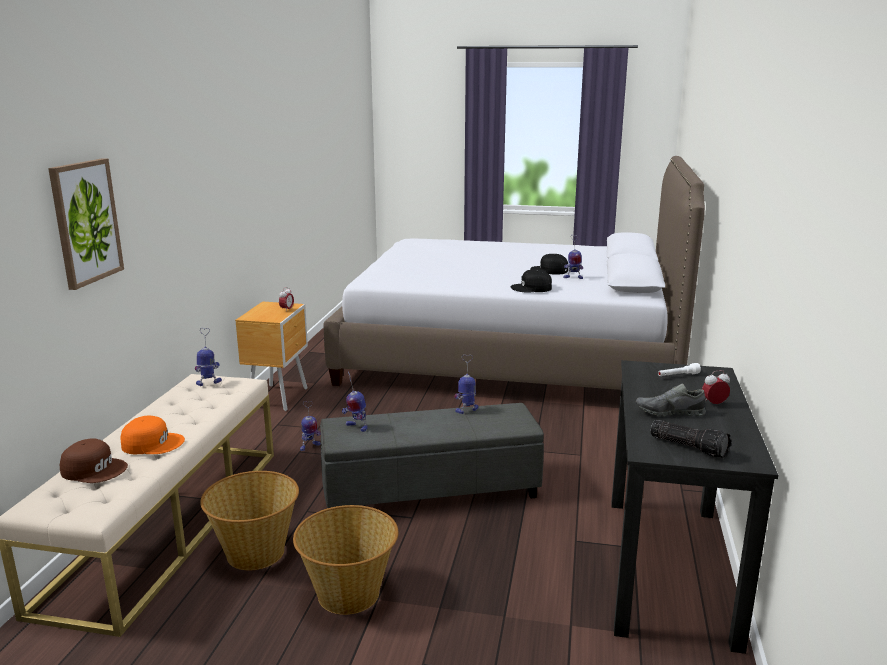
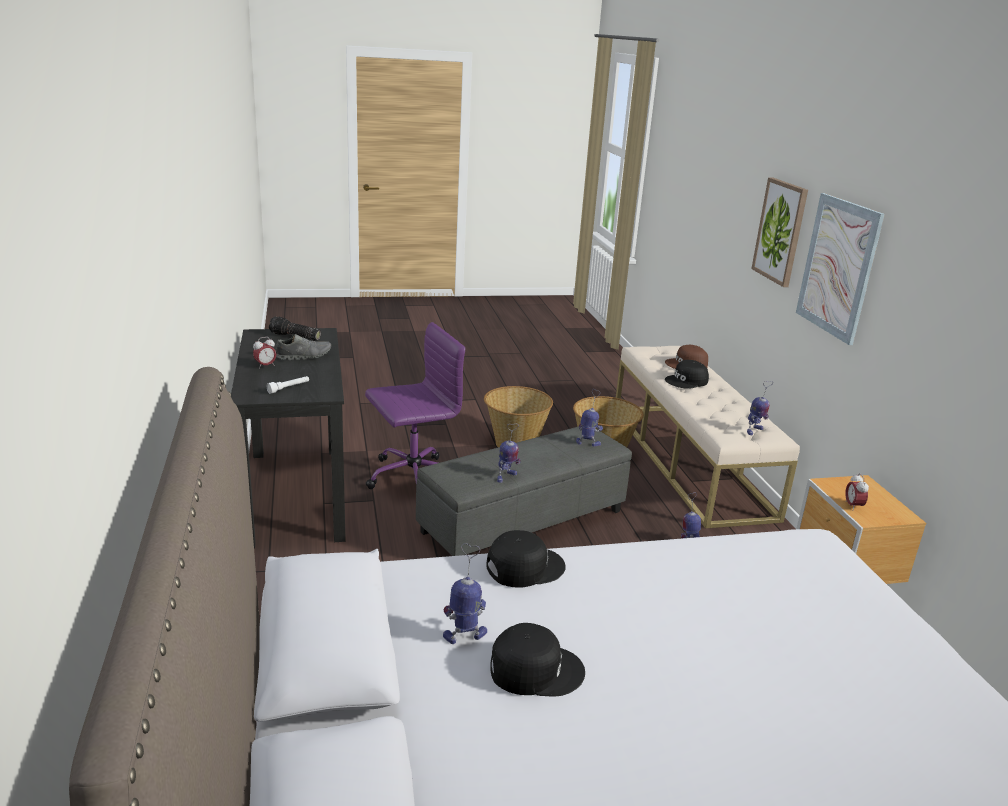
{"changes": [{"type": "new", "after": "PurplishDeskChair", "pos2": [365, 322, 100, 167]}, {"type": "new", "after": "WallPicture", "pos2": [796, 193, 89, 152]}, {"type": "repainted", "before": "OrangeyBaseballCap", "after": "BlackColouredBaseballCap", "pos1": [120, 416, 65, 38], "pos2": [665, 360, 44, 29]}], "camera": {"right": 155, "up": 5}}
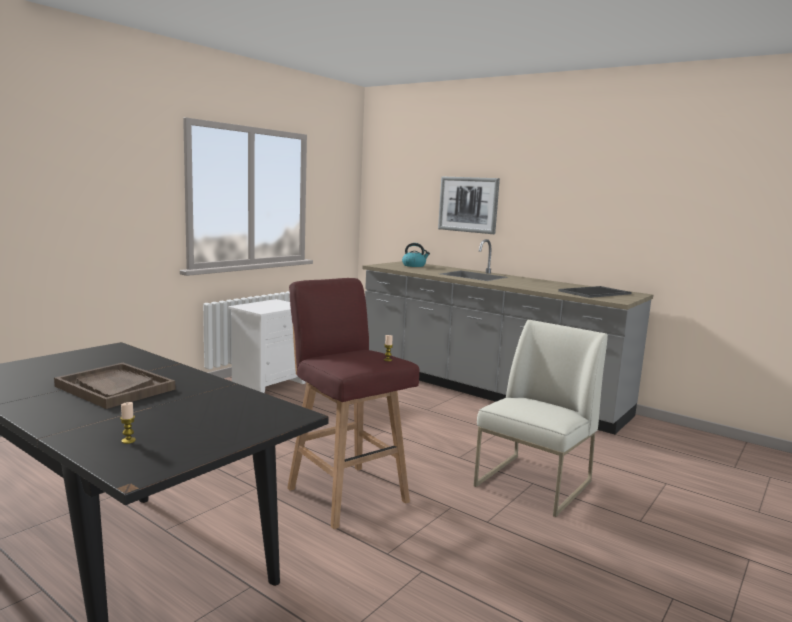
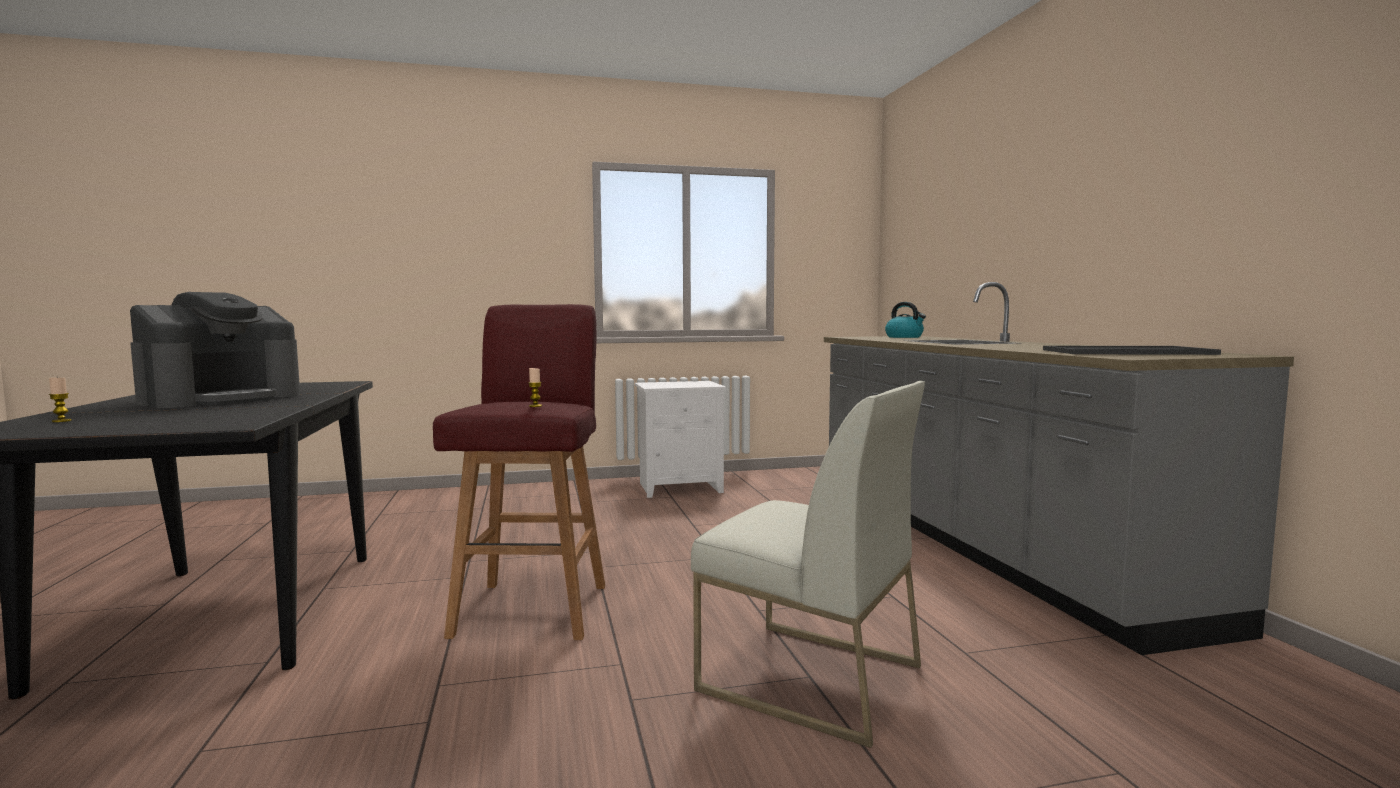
{"changes": [{"type": "gone", "before": "WallPicture", "pos1": [438, 176, 62, 58]}, {"type": "swapped", "before": "BrownServingTray", "after": "CoffeeMaker", "pos1": [54, 363, 121, 46], "pos2": [130, 292, 170, 116]}, {"type": "rotated", "before": "WhiteChair", "pos1": [473, 320, 135, 197], "pos2": [691, 381, 234, 367], "turn": 45}], "camera": {"right": 40, "up": -5}}
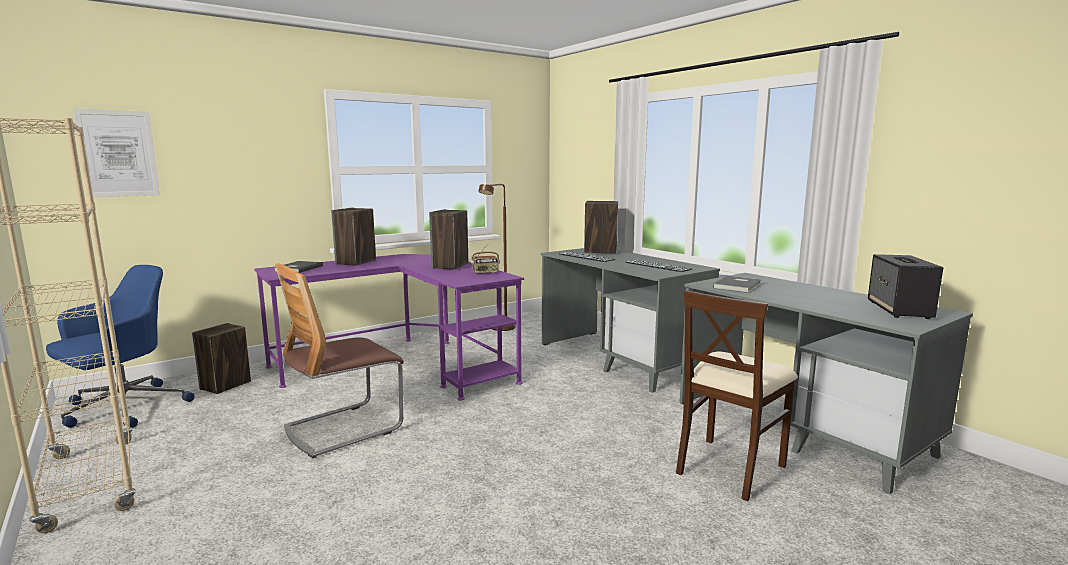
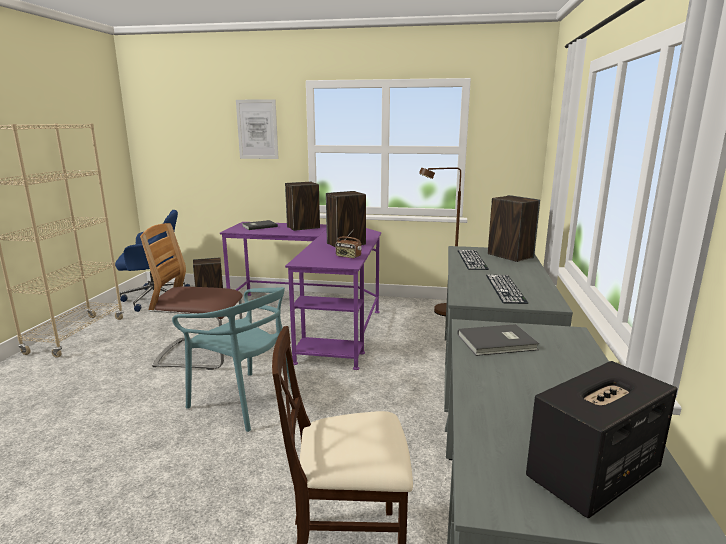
{"changes": [{"type": "new", "after": "TurquoiseChair", "pos2": [172, 287, 120, 145]}, {"type": "shifted", "before": "WallPicture", "pos1": [73, 109, 87, 88], "pos2": [236, 99, 43, 60]}], "camera": {"right": 45, "up": 5}}
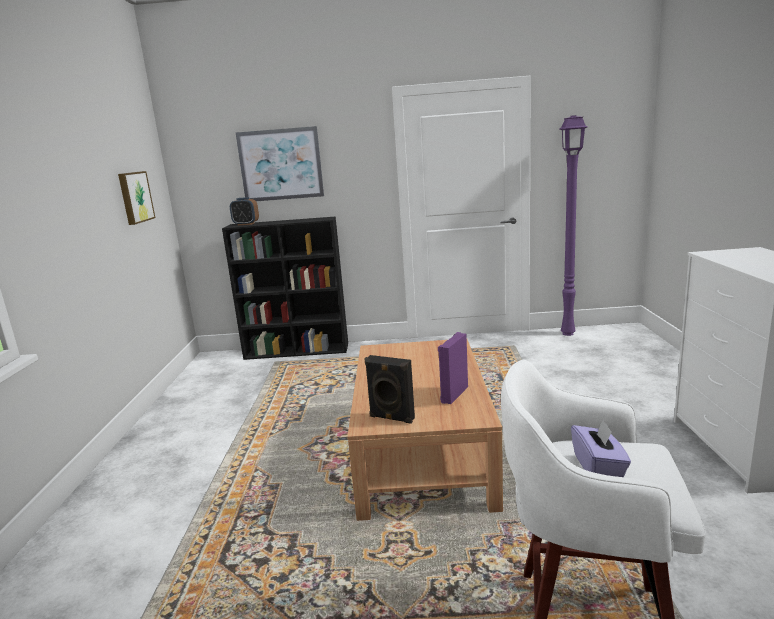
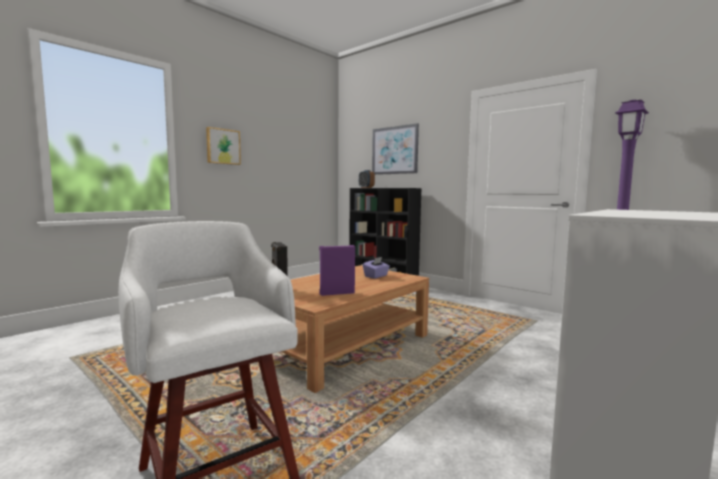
{"changes": [{"type": "shifted", "before": "WallPicture", "pos1": [118, 171, 37, 54], "pos2": [206, 127, 35, 38]}, {"type": "shifted", "before": "PurplishBoxOfTissues", "pos1": [571, 420, 60, 57], "pos2": [363, 257, 27, 22]}], "camera": {"right": 40, "up": -10}}
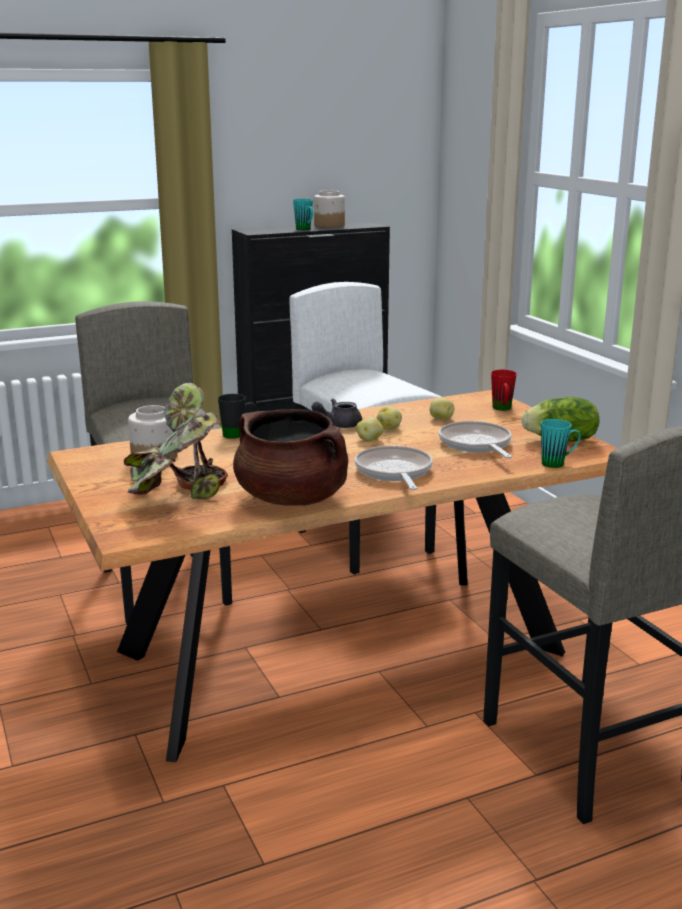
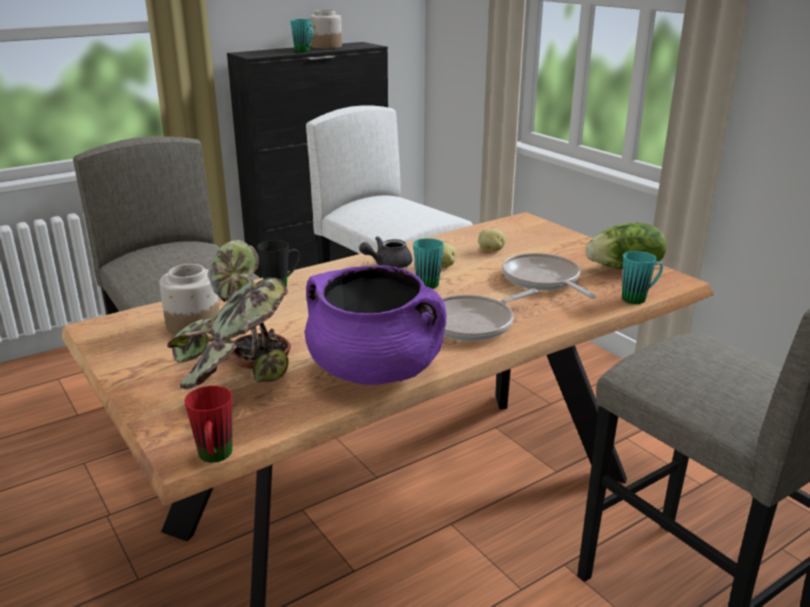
{"changes": [{"type": "shifted", "before": "ReddishCoffeeMug", "pos1": [491, 370, 26, 41], "pos2": [184, 386, 48, 76]}, {"type": "swapped", "before": "Spud", "after": "TurquoiseCoffeeMug", "pos1": [356, 417, 28, 24], "pos2": [413, 238, 31, 51]}, {"type": "repainted", "before": "BrownStockpot", "after": "PurplishStockpot", "pos1": [233, 409, 115, 97], "pos2": [305, 265, 141, 120]}, {"type": "rotated", "before": "Pan", "pos1": [354, 446, 79, 44], "pos2": [442, 289, 96, 52], "turn": -105}], "camera": {"right": -10, "up": 5}}
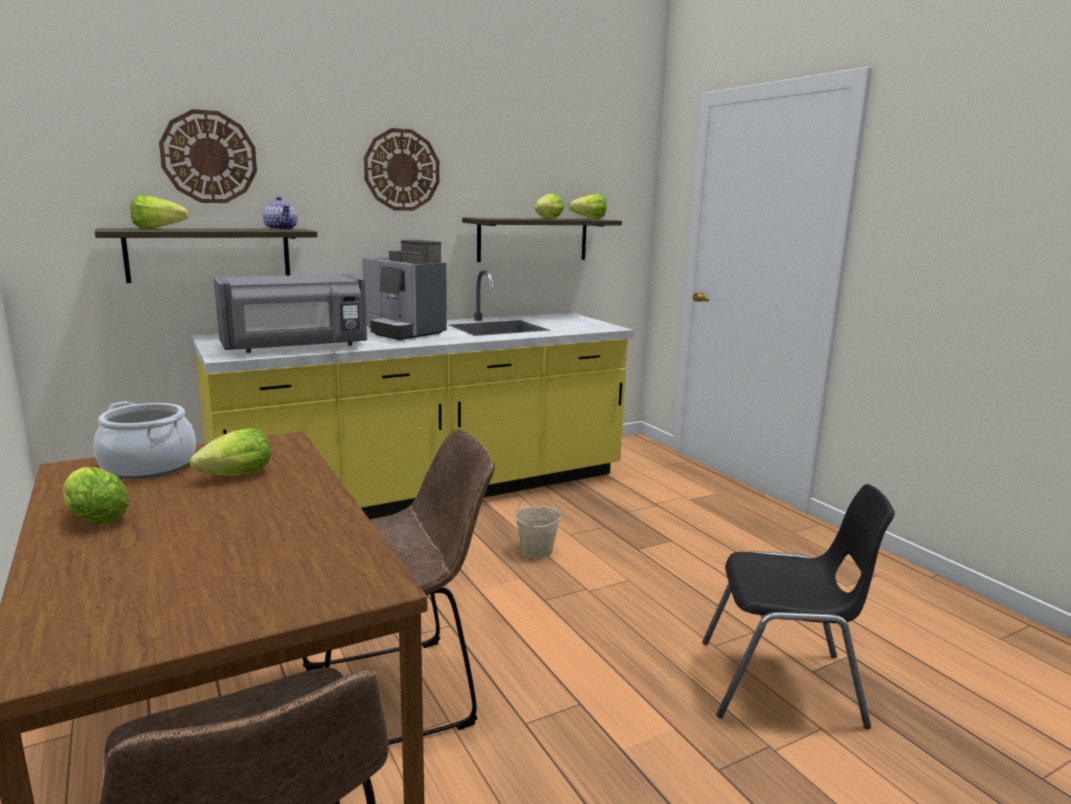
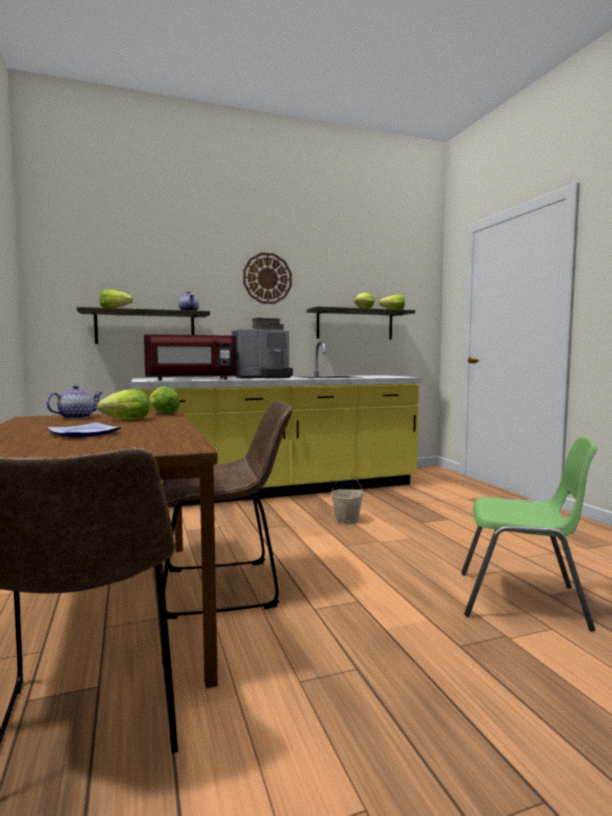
{"changes": [{"type": "gone", "before": "WallClock", "pos1": [159, 109, 98, 94]}, {"type": "new", "after": "FlatDish", "pos2": [47, 422, 74, 15]}, {"type": "shifted", "before": "Lettuce", "pos1": [63, 467, 66, 58], "pos2": [150, 386, 30, 29]}, {"type": "swapped", "before": "Stockpot", "after": "TeaPot", "pos1": [94, 401, 102, 78], "pos2": [46, 385, 56, 34]}, {"type": "repainted", "before": "GreyishMicrowaveOven", "after": "ReddishMicrowaveOven", "pos1": [214, 274, 153, 79], "pos2": [144, 334, 93, 46]}, {"type": "repainted", "before": "BlackColouredChair", "after": "GreenishChair", "pos1": [702, 484, 193, 245], "pos2": [461, 437, 137, 195]}, {"type": "rotated", "before": "CoffeeMaker", "pos1": [362, 239, 85, 101], "pos2": [232, 318, 61, 60], "turn": -75}], "camera": {"right": 10, "up": -10}}
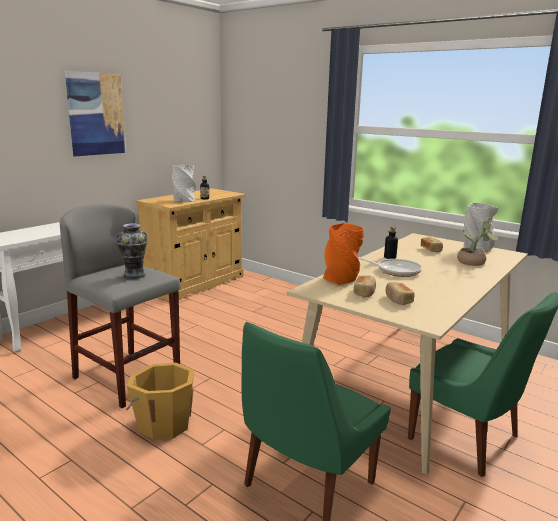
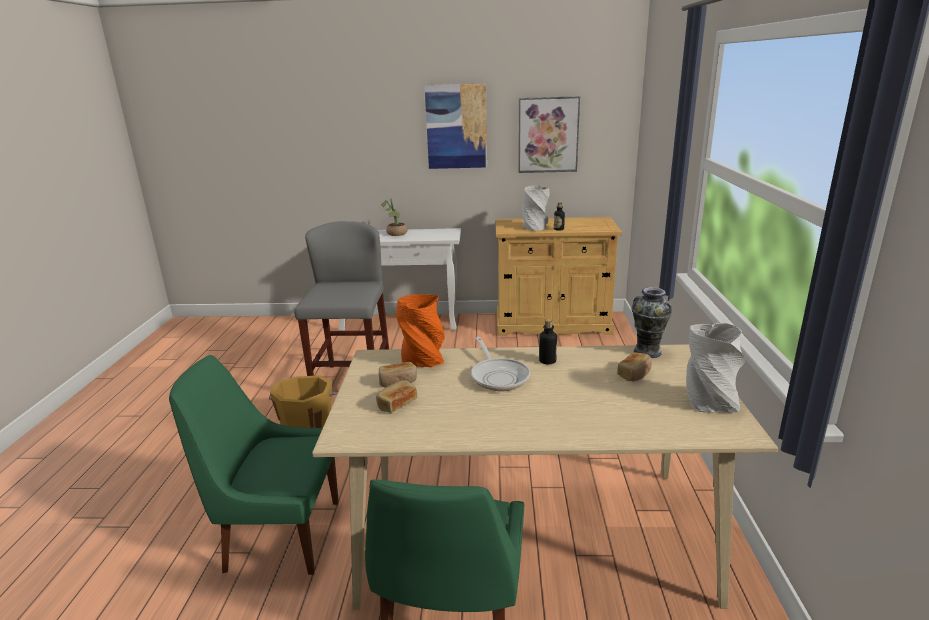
{"changes": [{"type": "new", "after": "WallPicture", "pos2": [518, 96, 62, 77]}, {"type": "shifted", "before": "DecorativeVase", "pos1": [116, 223, 32, 56], "pos2": [632, 287, 40, 71]}, {"type": "shifted", "before": "PlantInAPot", "pos1": [457, 217, 42, 49], "pos2": [381, 198, 27, 38]}], "camera": {"right": 55, "up": 5}}
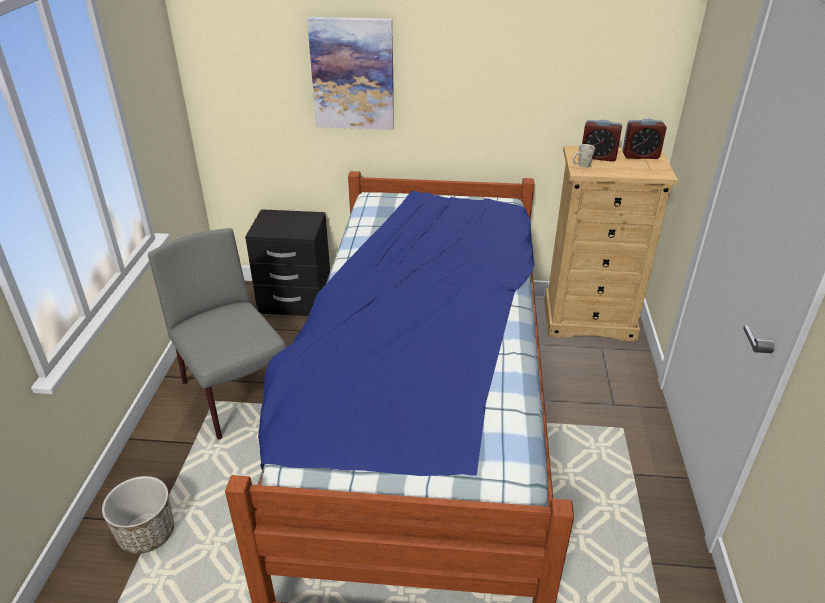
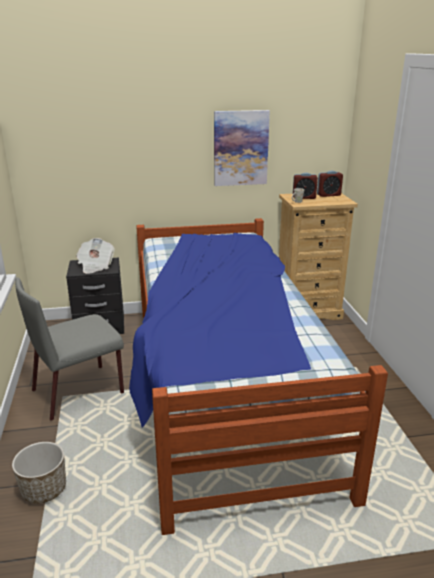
{"changes": [{"type": "new", "after": "DailyPaper", "pos2": [76, 238, 39, 36]}, {"type": "shifted", "before": "WallPicture", "pos1": [307, 17, 87, 113], "pos2": [214, 110, 56, 76]}, {"type": "rotated", "before": "GreyishChair", "pos1": [148, 228, 138, 211], "pos2": [15, 277, 109, 144], "turn": -75}], "camera": {"right": -15, "up": -10}}
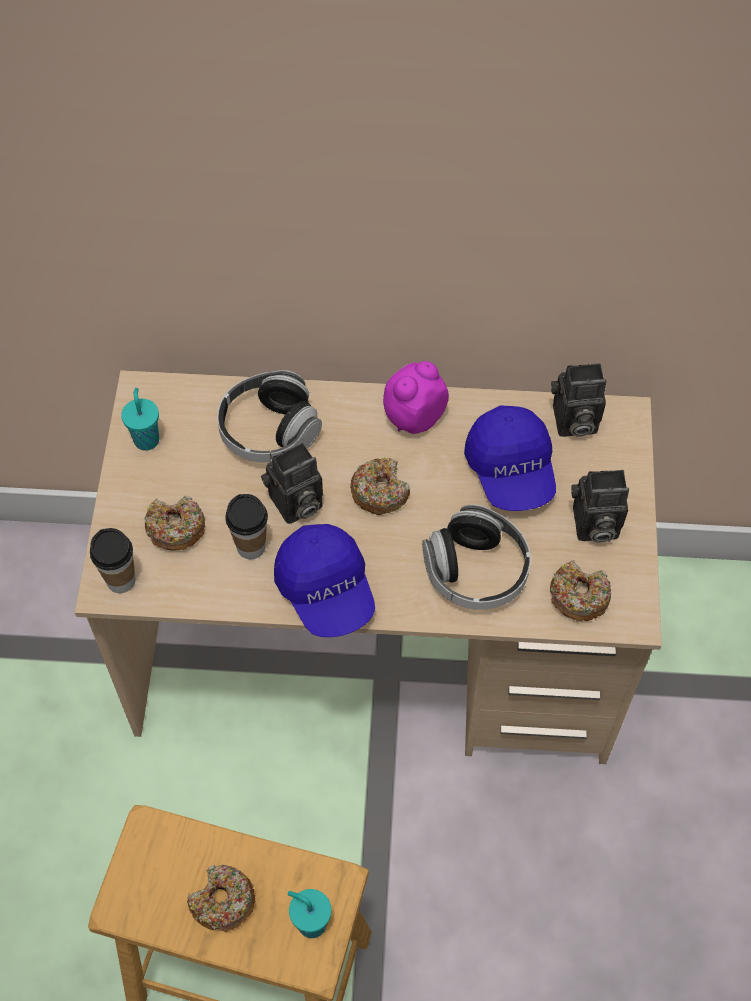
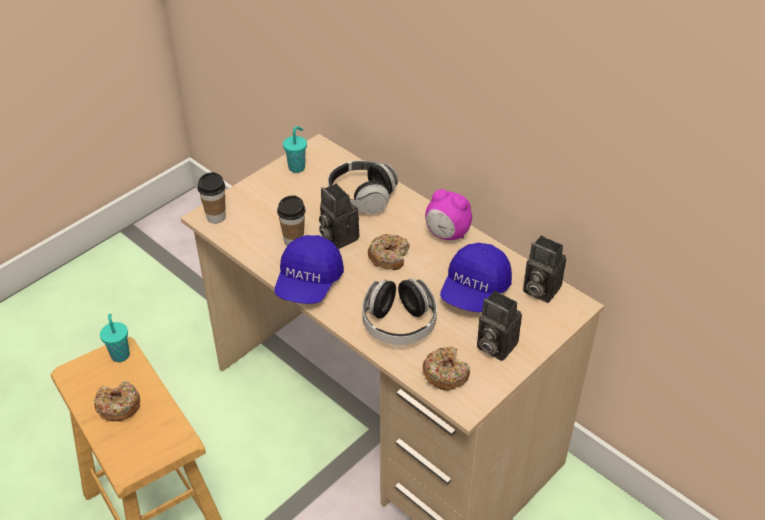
{"changes": [{"type": "gone", "before": "RingDoughnut", "pos1": [144, 496, 61, 55]}, {"type": "shifted", "before": "TurquoiseCup", "pos1": [288, 889, 43, 49], "pos2": [100, 314, 30, 48]}, {"type": "rotated", "before": "StillCamera", "pos1": [261, 443, 62, 81], "pos2": [319, 183, 41, 66], "turn": 45}, {"type": "rotated", "before": "TableClock", "pos1": [383, 361, 66, 73], "pos2": [425, 189, 47, 51], "turn": -150}], "camera": {"right": 40, "up": -15}}
